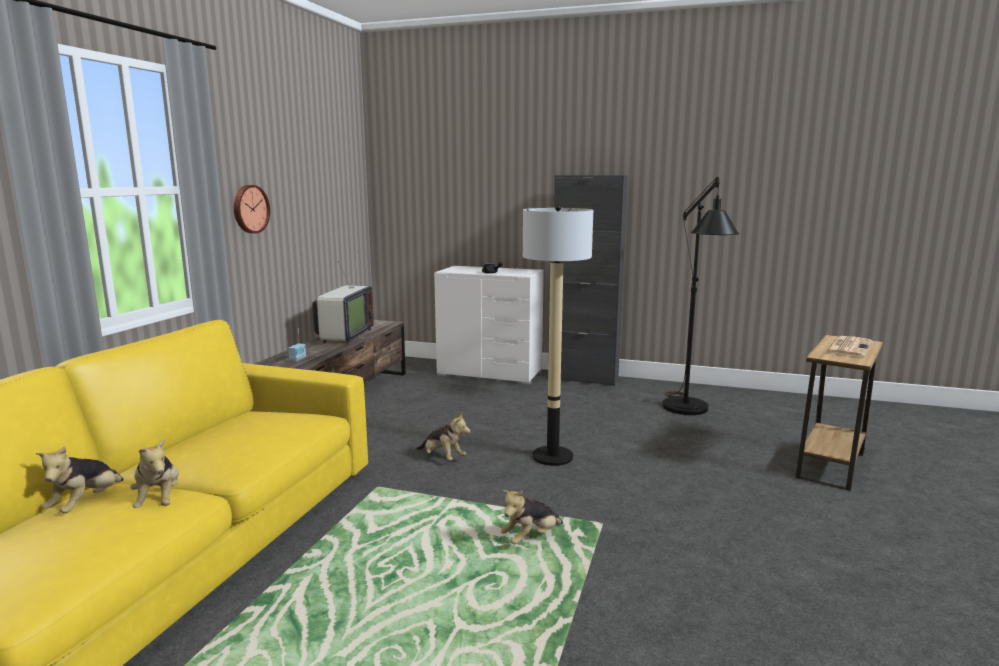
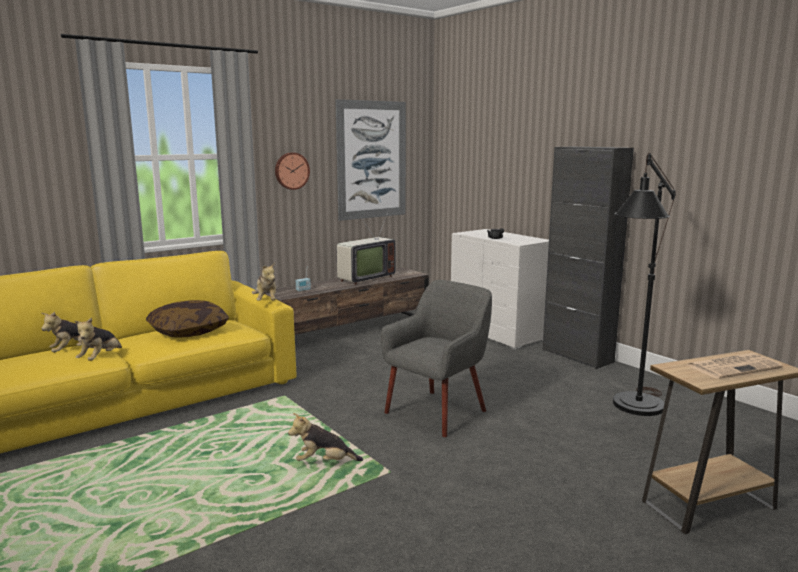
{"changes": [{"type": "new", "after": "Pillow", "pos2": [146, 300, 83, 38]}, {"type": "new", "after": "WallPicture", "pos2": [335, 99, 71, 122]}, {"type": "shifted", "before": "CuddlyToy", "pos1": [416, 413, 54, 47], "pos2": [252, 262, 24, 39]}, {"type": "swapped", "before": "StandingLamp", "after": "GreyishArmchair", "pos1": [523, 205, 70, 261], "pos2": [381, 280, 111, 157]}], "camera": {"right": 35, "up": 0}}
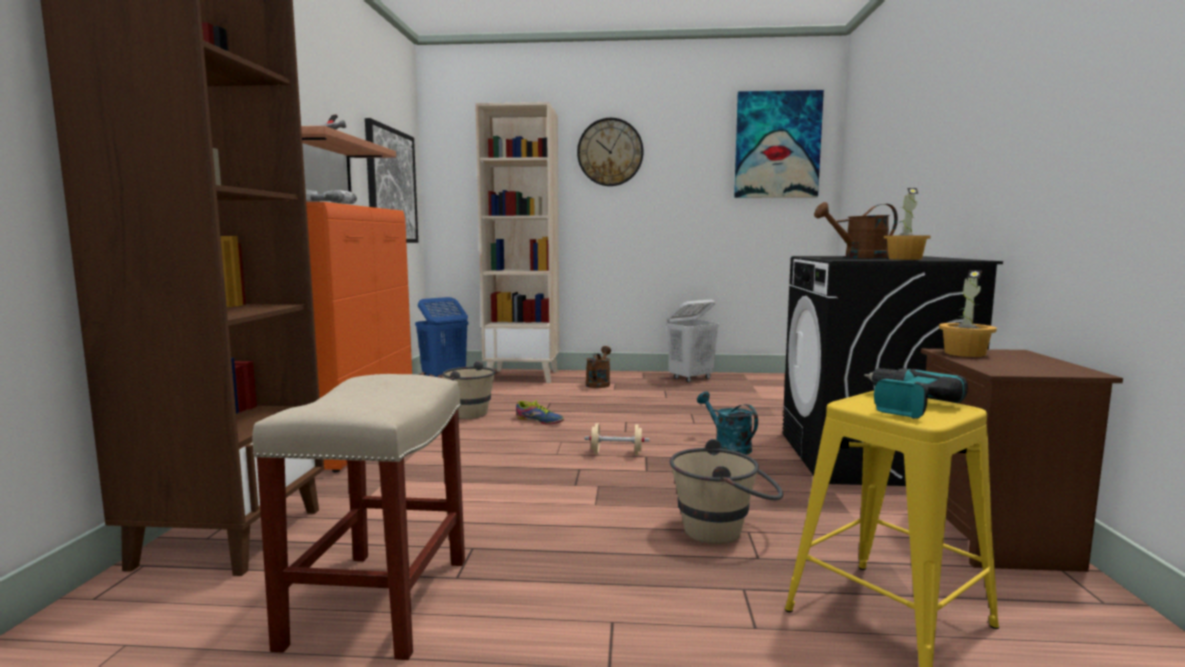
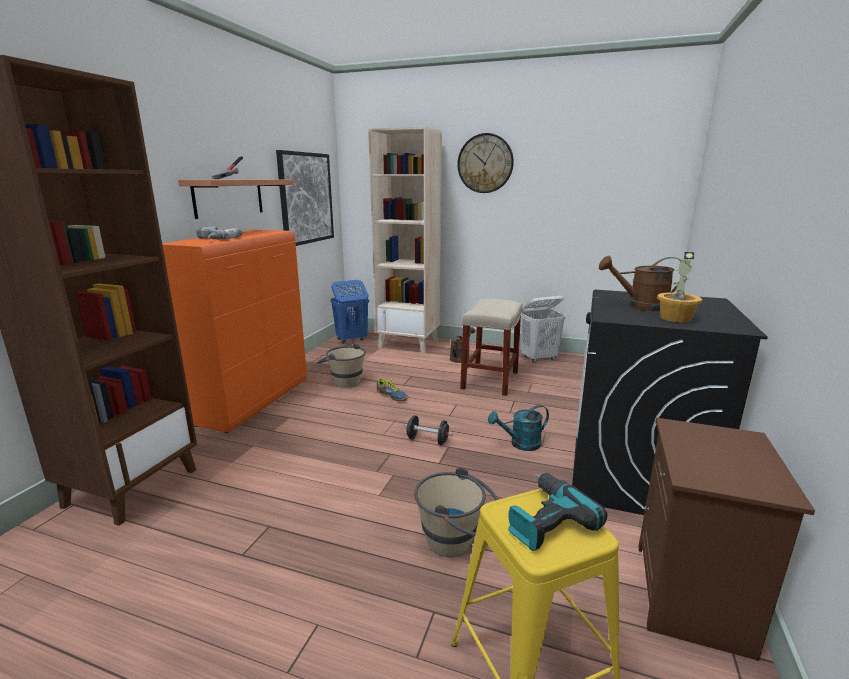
{"changes": [{"type": "gone", "before": "WallPicture", "pos1": [734, 90, 90, 108]}, {"type": "gone", "before": "PlantInAPot", "pos1": [939, 270, 58, 87]}, {"type": "shifted", "before": "BeigeStool", "pos1": [252, 374, 213, 286], "pos2": [460, 299, 62, 97]}, {"type": "repainted", "before": "BeigeHandWeight", "after": "BlackColouredHandWeight", "pos1": [585, 423, 64, 32], "pos2": [404, 415, 49, 30]}, {"type": "rotated", "before": "TurquoiseSprinklingCan", "pos1": [697, 392, 61, 63], "pos2": [488, 405, 61, 46], "turn": -90}], "camera": {"right": 15, "up": 10}}
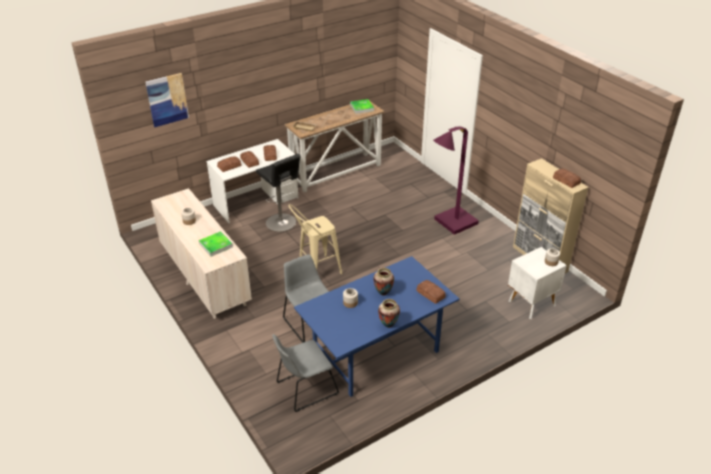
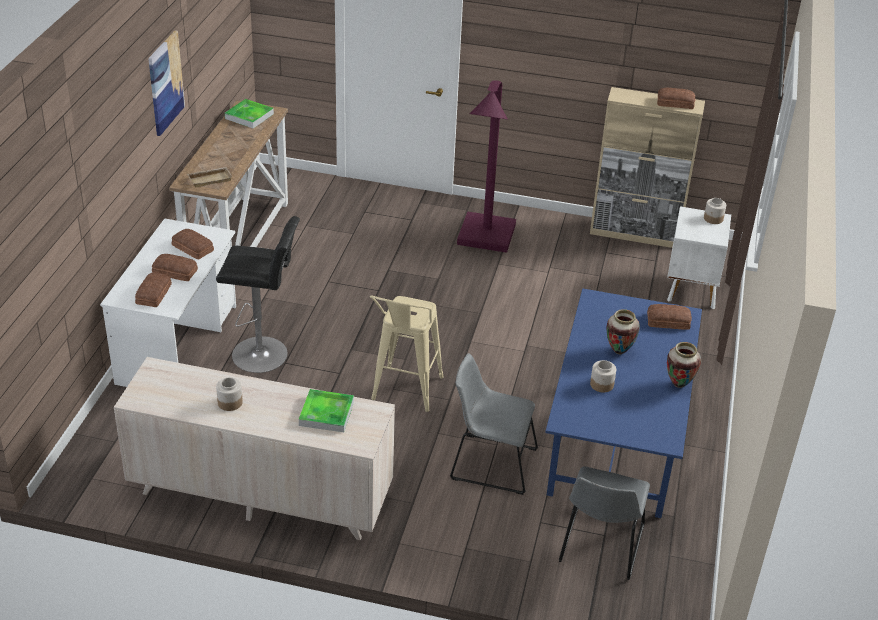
{"changes": [{"type": "shifted", "before": "WallPicture", "pos1": [145, 73, 44, 54], "pos2": [148, 31, 37, 105]}], "camera": {"right": -45, "up": 0}}
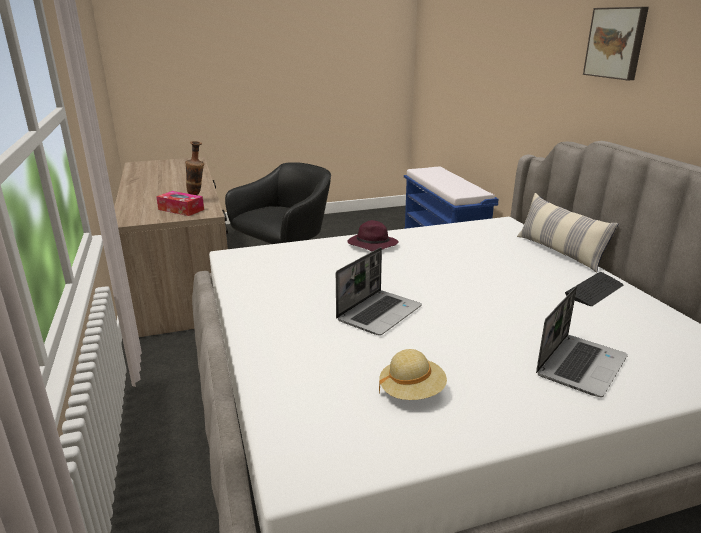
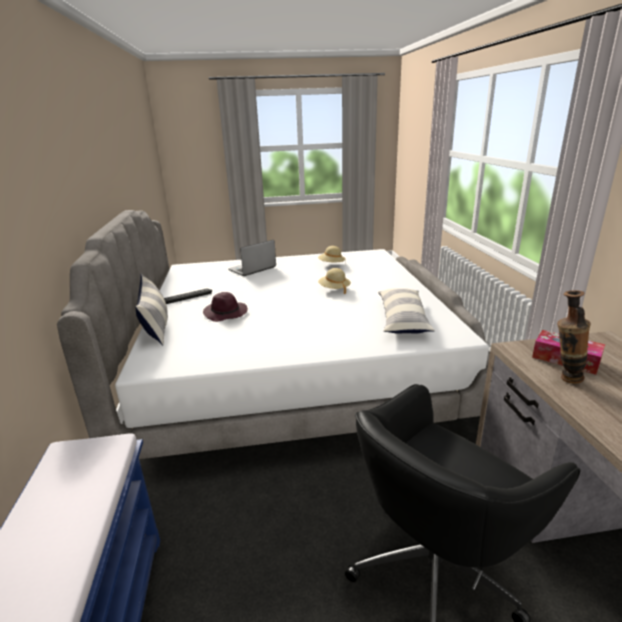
{"changes": [{"type": "gone", "before": "WallPicture", "pos1": [583, 7, 66, 73]}, {"type": "new", "after": "Pillow", "pos2": [378, 288, 57, 46]}, {"type": "shifted", "before": "PurplishClothingHat", "pos1": [347, 220, 52, 32], "pos2": [203, 292, 45, 30]}, {"type": "swapped", "before": "Laptop", "after": "BeigeClothingHat", "pos1": [336, 247, 86, 88], "pos2": [318, 268, 33, 26]}], "camera": {"right": -170, "up": 0}}
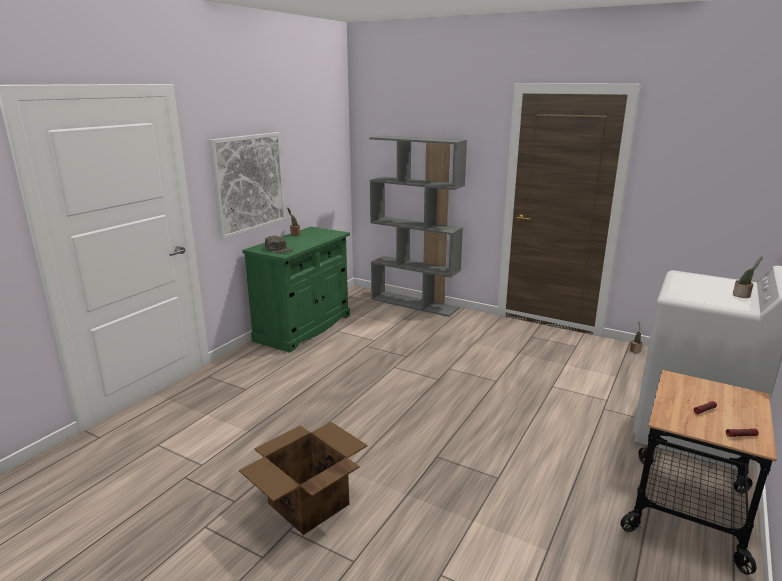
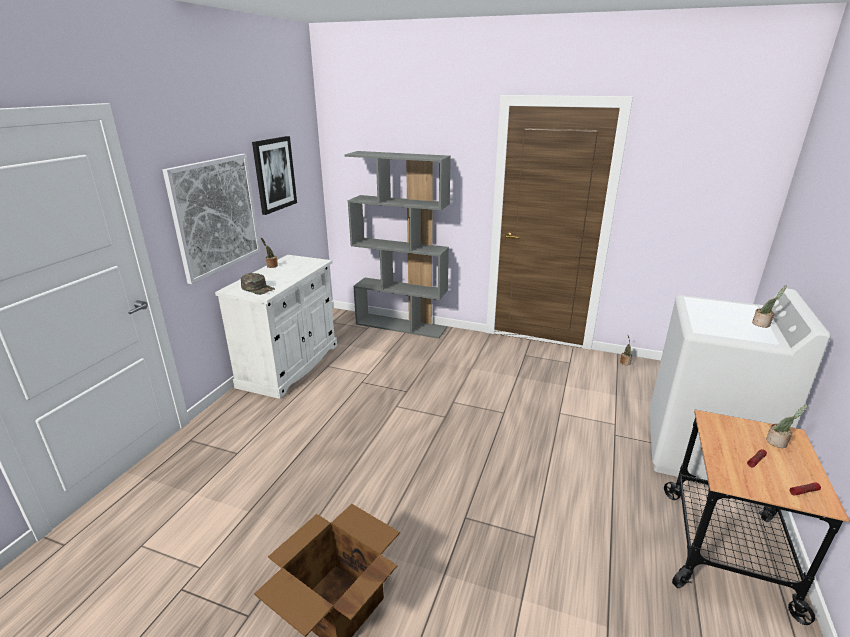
{"changes": [{"type": "new", "after": "WallPicture", "pos2": [252, 136, 45, 79]}, {"type": "new", "after": "PlantInAPot", "pos2": [766, 405, 41, 43]}, {"type": "repainted", "before": "GreenishStorageCabinet", "after": "WhiteStorageCabinet", "pos1": [242, 227, 108, 125], "pos2": [215, 255, 122, 144]}], "camera": {"right": -10, "up": 5}}
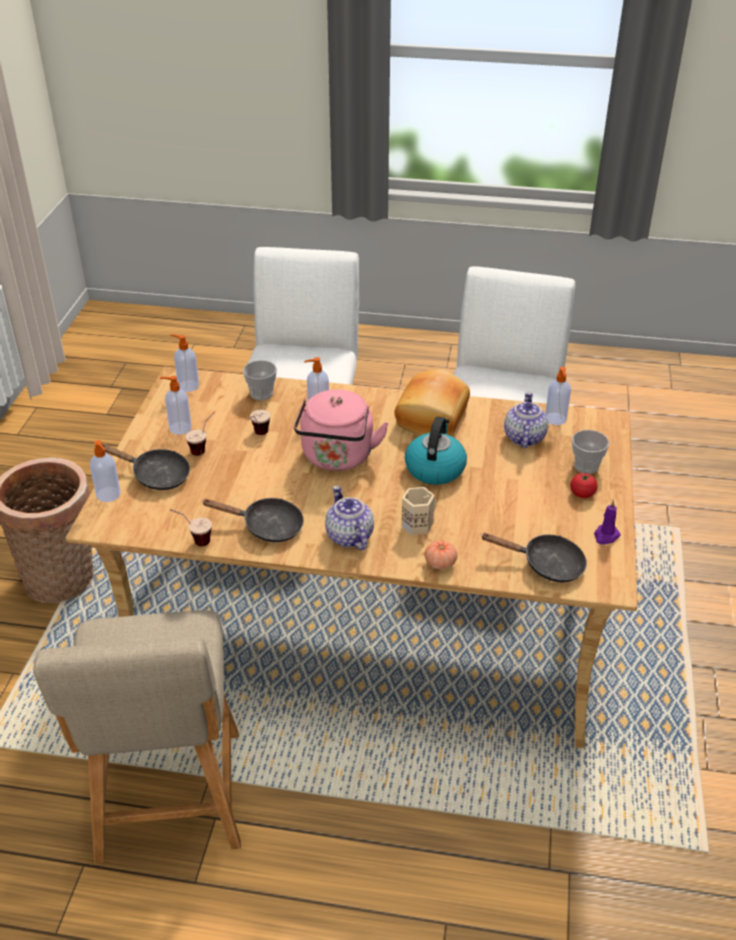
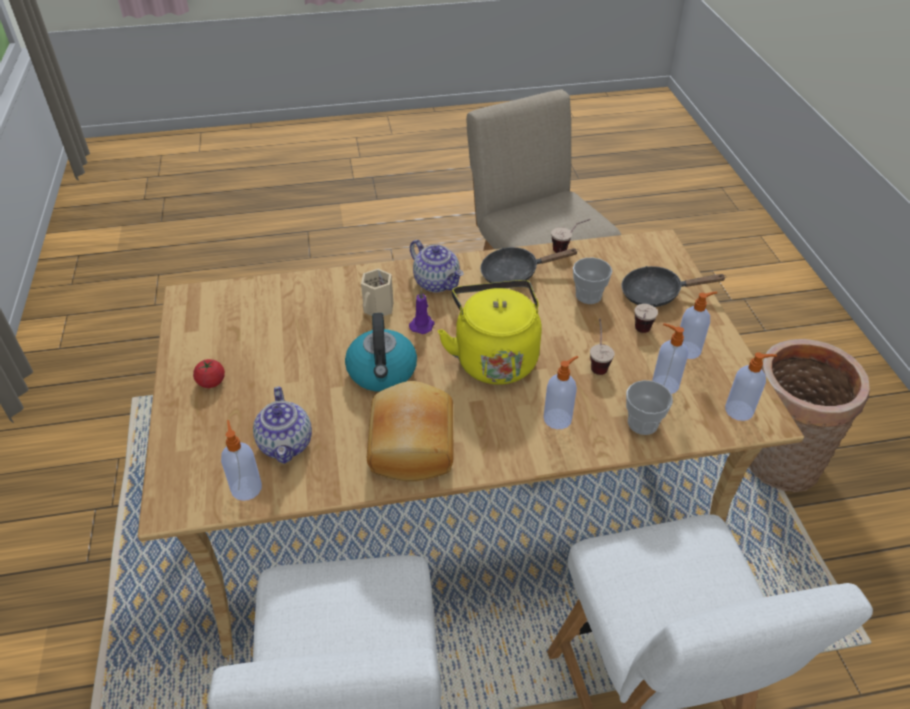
{"changes": [{"type": "gone", "before": "FreshTomato", "pos1": [424, 540, 33, 29]}, {"type": "gone", "before": "BlackColouredPan", "pos1": [481, 533, 106, 50]}, {"type": "shifted", "before": "SoapBottle", "pos1": [90, 440, 31, 62], "pos2": [652, 323, 36, 71]}, {"type": "shifted", "before": "Cup", "pos1": [572, 430, 37, 44], "pos2": [573, 258, 40, 46]}, {"type": "shifted", "before": "PurplishWaxCandle", "pos1": [594, 500, 26, 45], "pos2": [409, 290, 26, 44]}, {"type": "repainted", "before": "PinkishWaterKettle", "after": "YellowColouredWaterKettle", "pos1": [294, 389, 95, 82], "pos2": [438, 280, 104, 105]}], "camera": {"right": 160, "up": 5}}
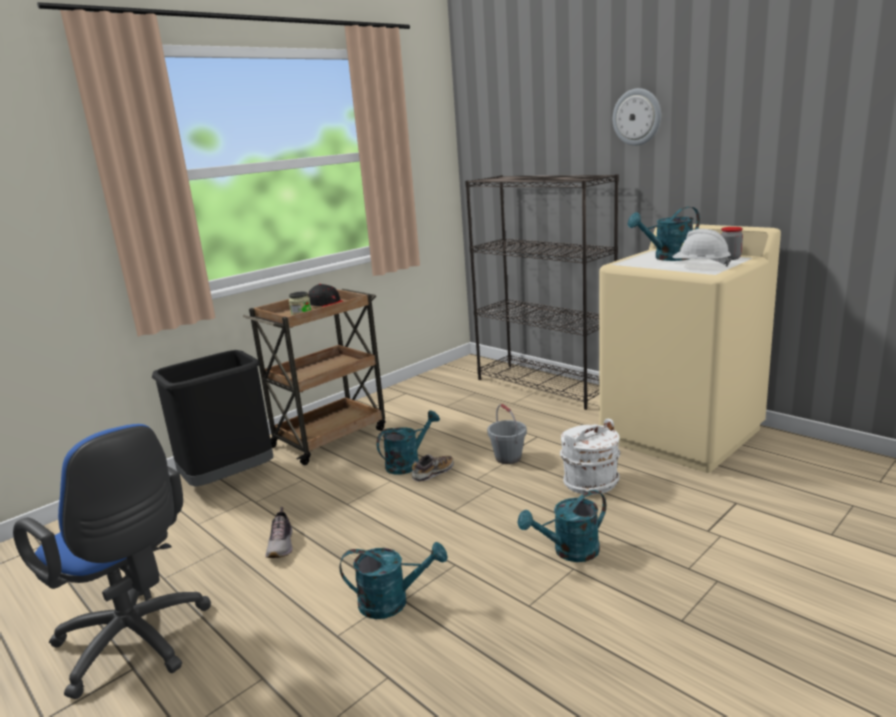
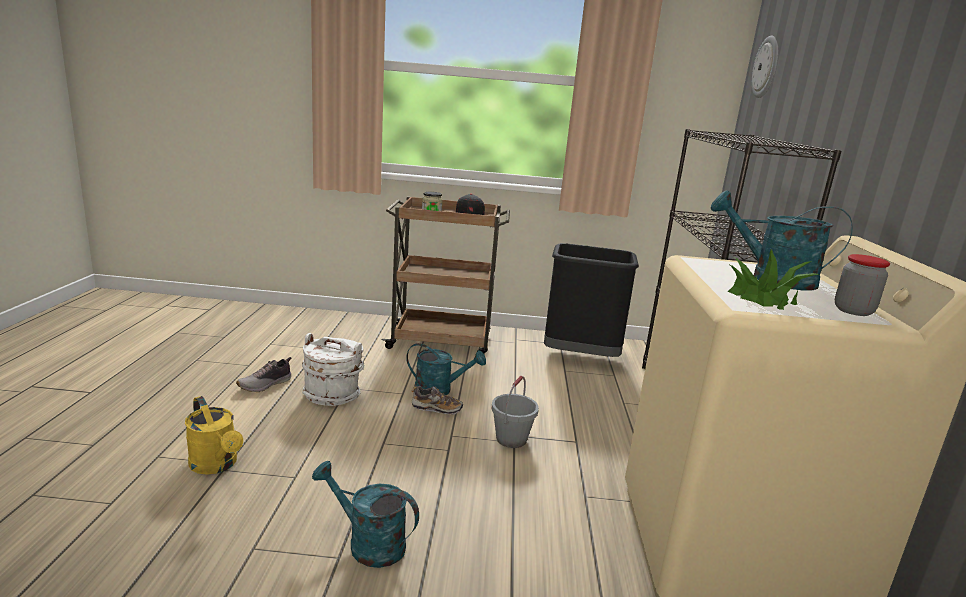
{"changes": [{"type": "gone", "before": "BlueDeskChair", "pos1": [13, 424, 198, 275]}, {"type": "shifted", "before": "BlackColouredTrashCan", "pos1": [152, 350, 121, 137], "pos2": [544, 243, 95, 114]}, {"type": "shifted", "before": "WhiteWaterBucket", "pos1": [560, 418, 60, 77], "pos2": [302, 333, 63, 73]}, {"type": "shifted", "before": "WallClock", "pos1": [613, 88, 48, 58], "pos2": [752, 36, 27, 62]}, {"type": "swapped", "before": "WhiteSafetyHelmet", "after": "PlantInAPot", "pos1": [673, 229, 59, 37], "pos2": [728, 249, 92, 61]}, {"type": "repainted", "before": "TurquoiseSprinklingCan", "after": "YellowColouredSprinklingCan", "pos1": [340, 542, 107, 77], "pos2": [185, 396, 58, 79]}], "camera": {"right": 45, "up": 0}}
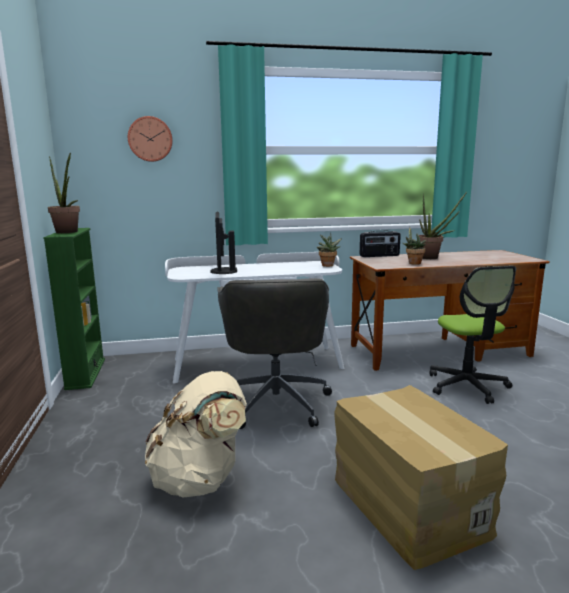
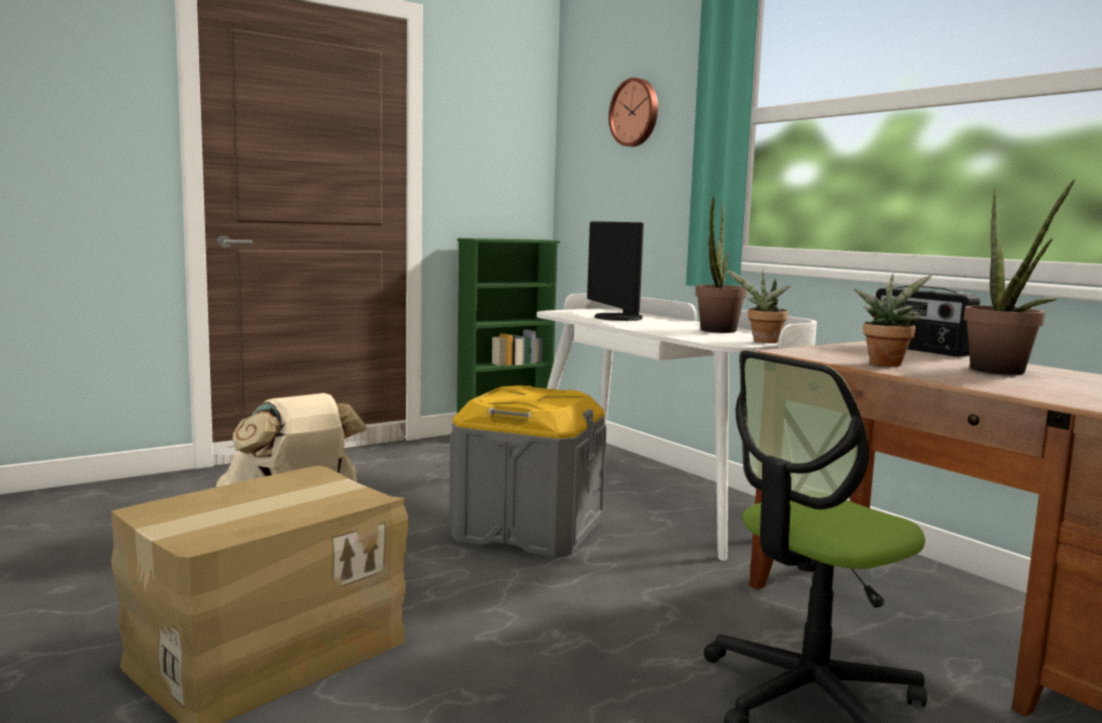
{"changes": [{"type": "shifted", "before": "PlantInAPot", "pos1": [48, 152, 32, 81], "pos2": [695, 195, 52, 138]}, {"type": "swapped", "before": "GreyishDeskChair", "after": "GreyishStorageContainer", "pos1": [218, 278, 114, 151], "pos2": [449, 386, 158, 172]}, {"type": "rotated", "before": "ComputerDisplay", "pos1": [210, 211, 27, 63], "pos2": [587, 221, 57, 100], "turn": -75}], "camera": {"right": 65, "up": -5}}
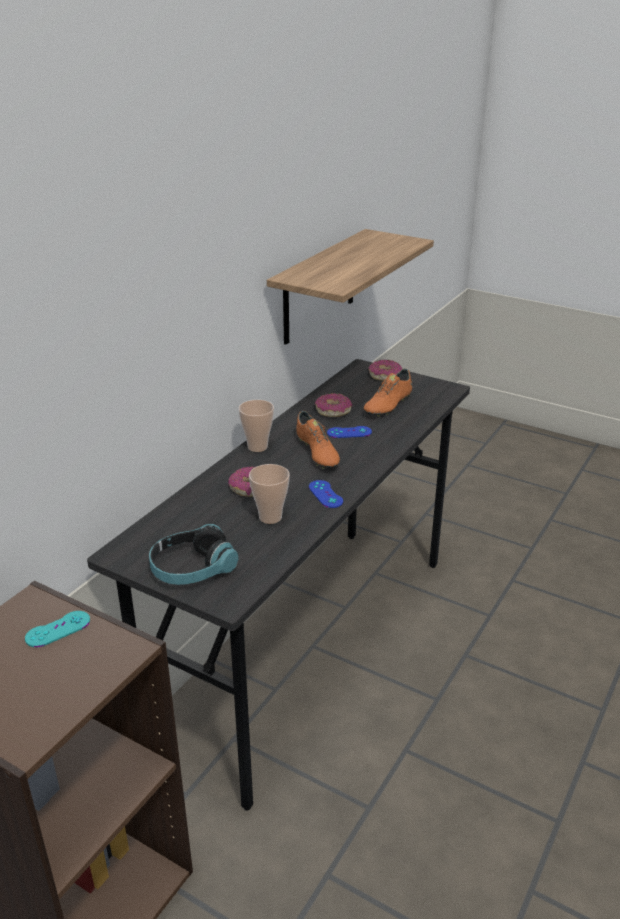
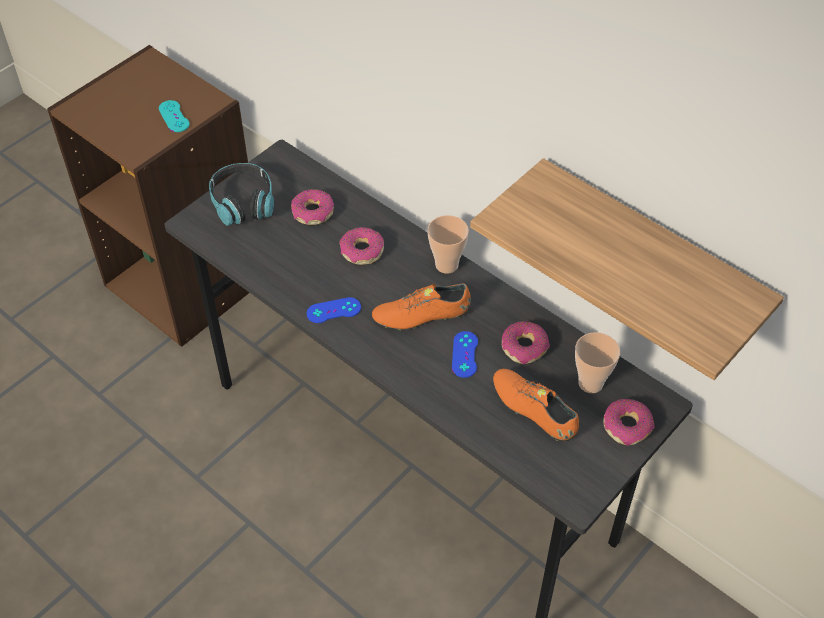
{"changes": [{"type": "new", "after": "RingDoughnut", "pos2": [291, 189, 43, 36]}, {"type": "shifted", "before": "Cup", "pos1": [249, 464, 41, 60], "pos2": [575, 332, 45, 61]}], "camera": {"right": 100, "up": 20}}
